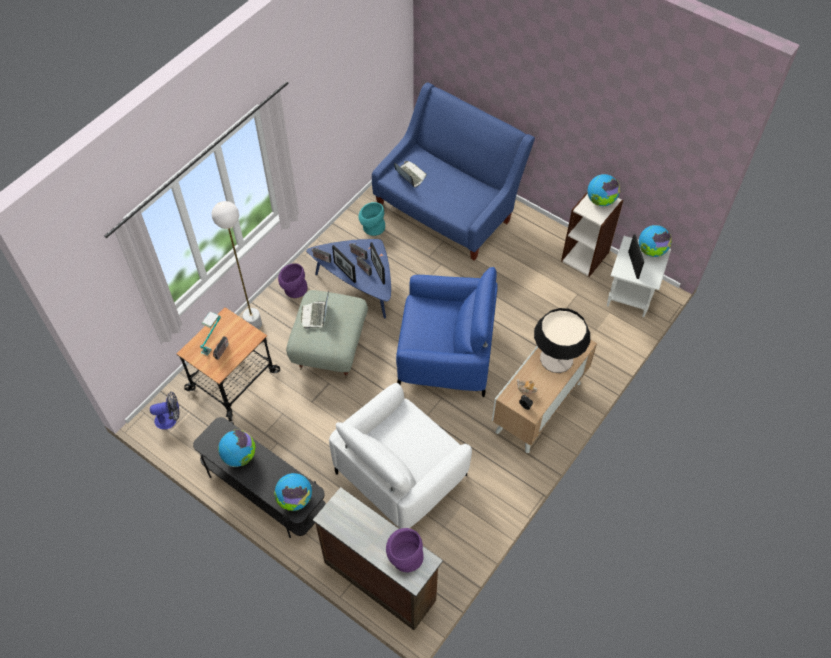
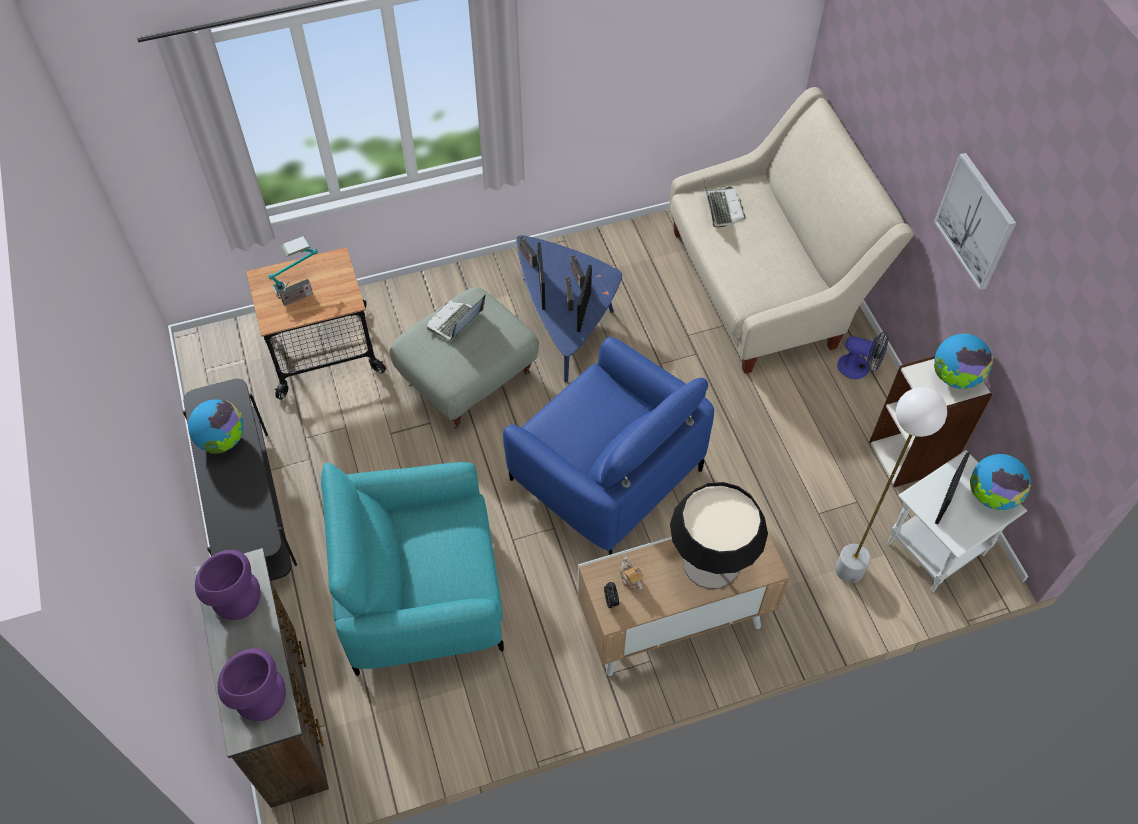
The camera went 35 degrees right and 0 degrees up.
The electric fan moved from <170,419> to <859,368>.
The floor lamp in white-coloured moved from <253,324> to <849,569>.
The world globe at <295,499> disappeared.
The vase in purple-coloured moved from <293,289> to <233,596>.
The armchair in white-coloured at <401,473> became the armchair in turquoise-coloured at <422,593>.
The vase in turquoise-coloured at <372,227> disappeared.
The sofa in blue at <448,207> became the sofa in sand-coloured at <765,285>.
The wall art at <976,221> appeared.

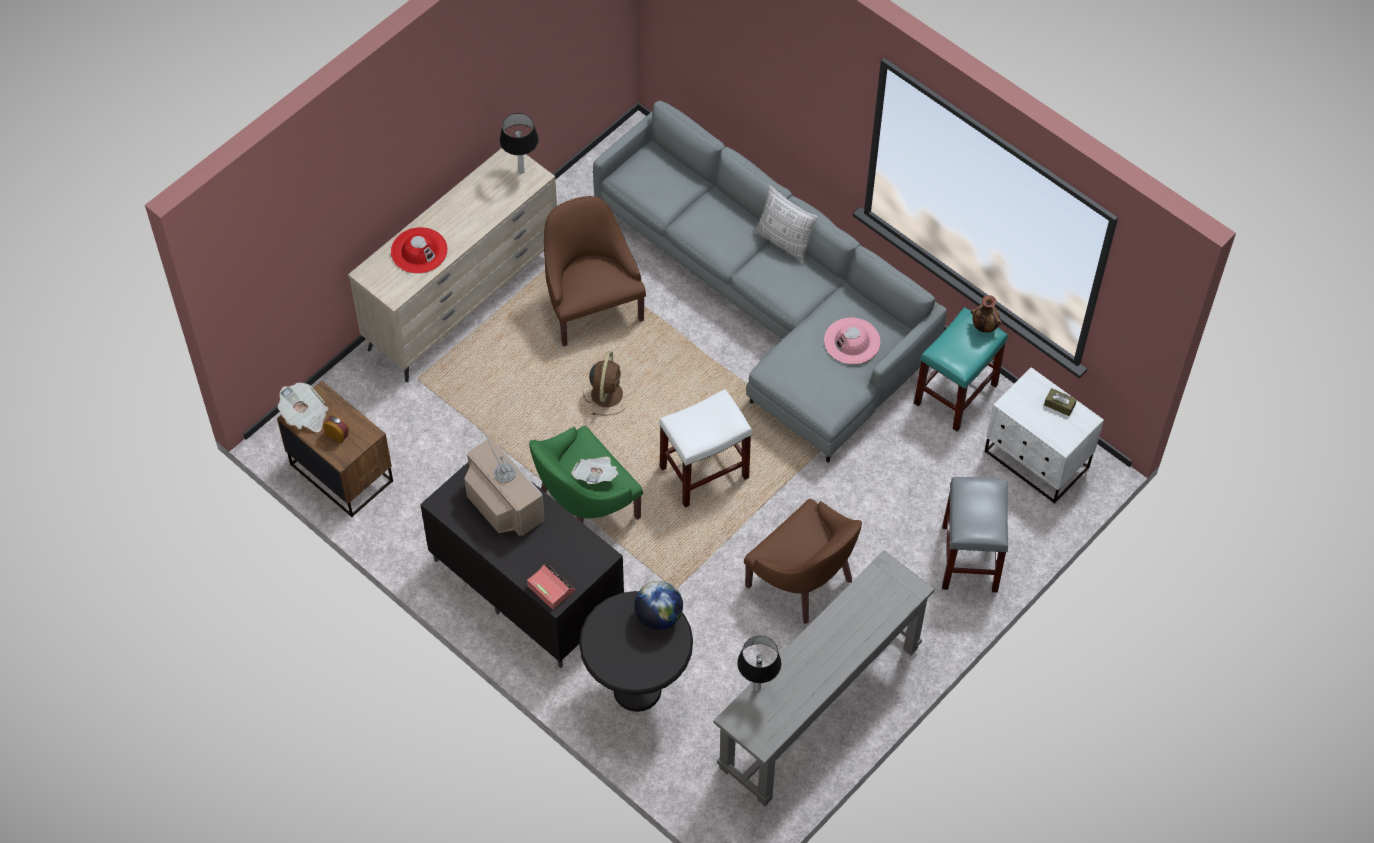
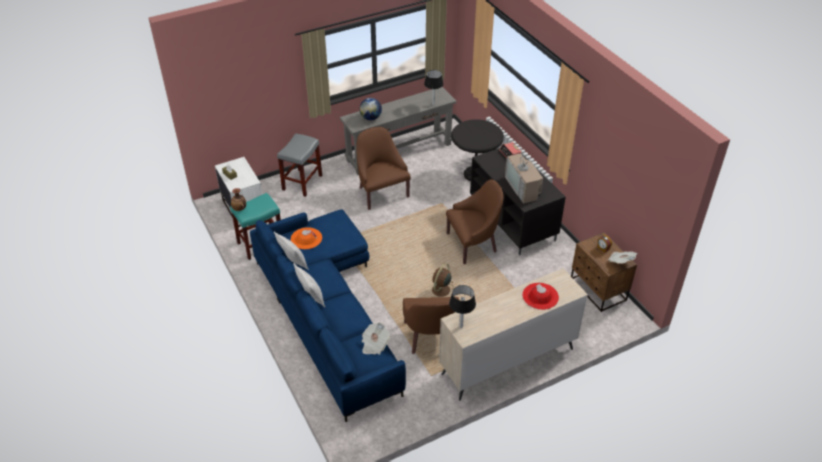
The camera went 160 degrees left and 15 degrees down.
The armchair in green at <583,507> became the armchair in brownish at <473,244>.
The newspaper moved from <596,476> to <374,344>.
The sofa in grey at <770,302> became the sofa in blue at <328,312>.
The world globe moved from <658,616> to <371,118>.
The sitting stool in white-coloured at <703,473> disappeared.
The clothing hat in pinkish at <852,341> became the clothing hat in orange-coloured at <306,238>.
The cushion at <293,262> appeared.

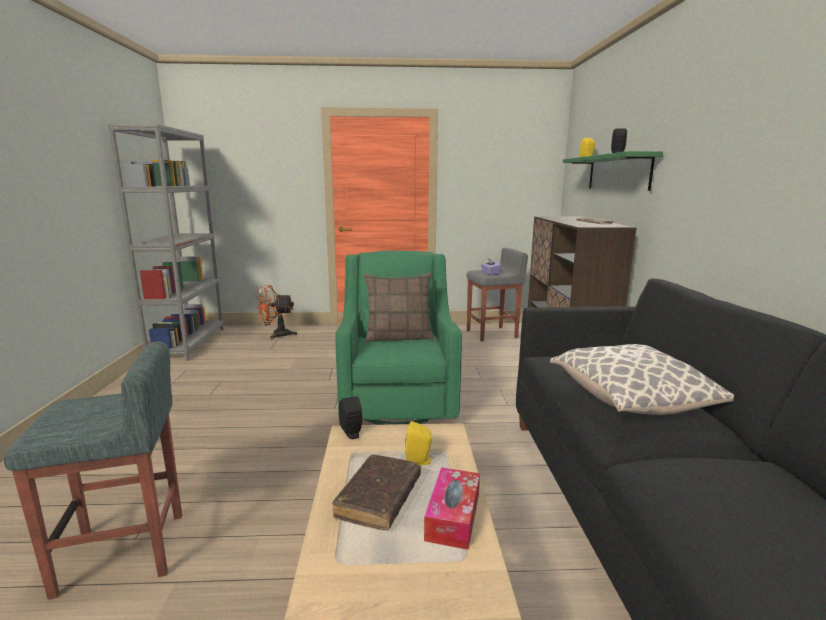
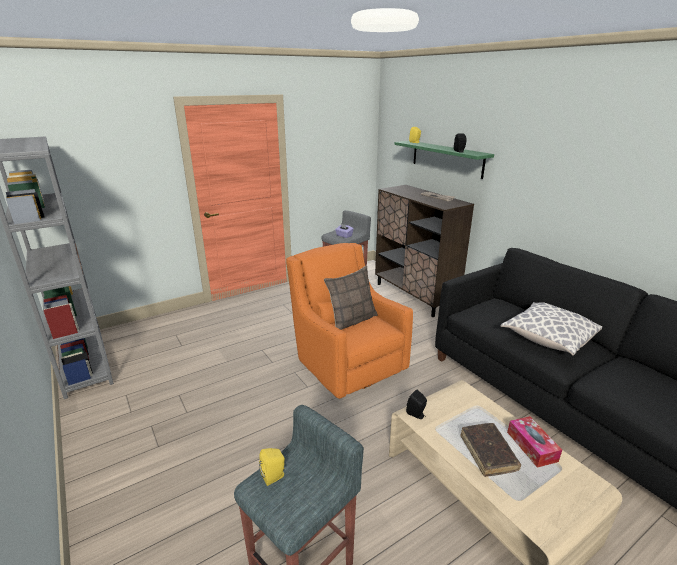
The camera went 30 degrees left and 10 degrees up.
The electric fan in orange-coloured at <276,335> disappeared.
The armchair in green at <398,402> became the armchair in orange-coloured at <346,366>.
The speaker in yellowish moved from <419,461> to <274,476>.

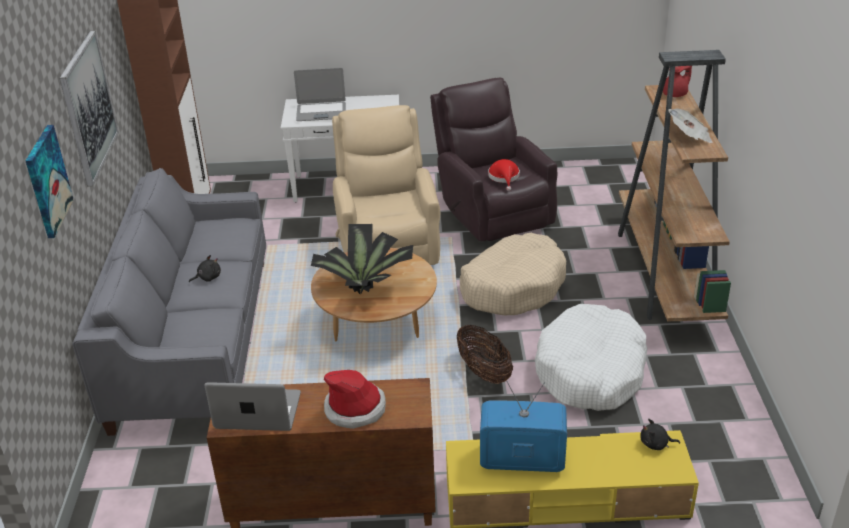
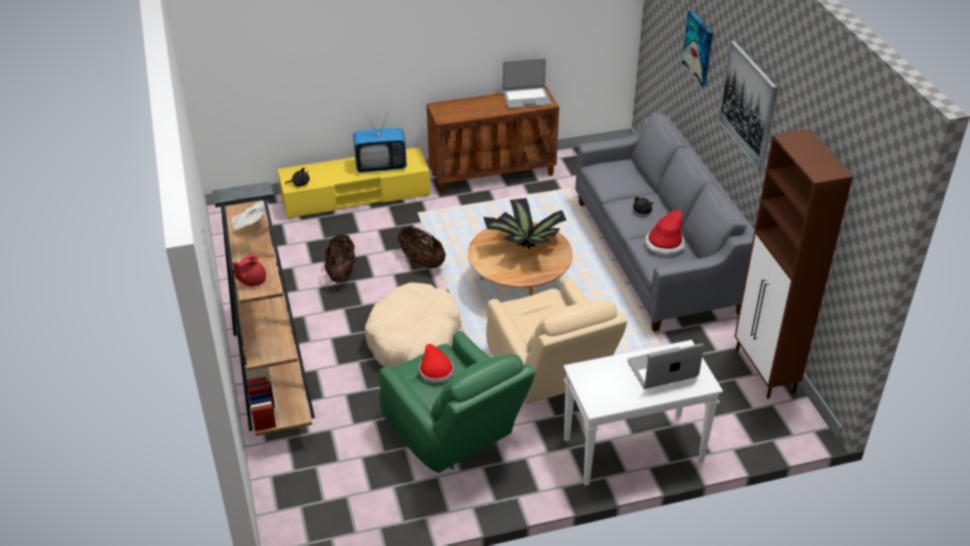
The camera went 165 degrees right and 5 degrees up.
The clothing hat moved from <355,408> to <664,245>.
The armchair in brownish at <492,209> became the armchair in green at <454,435>.
The dog bed in white-coloured at <591,371> was replaced by the basket at <341,272>.

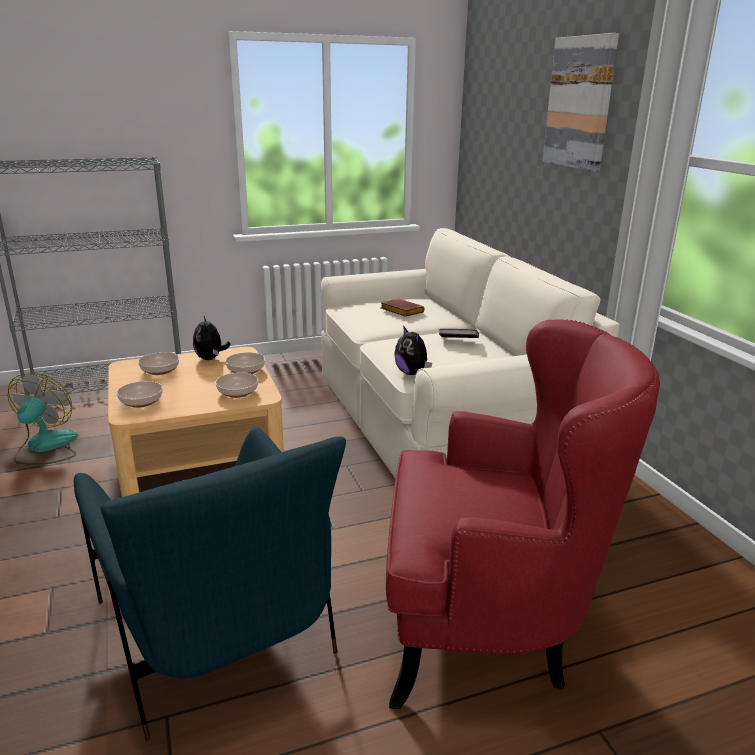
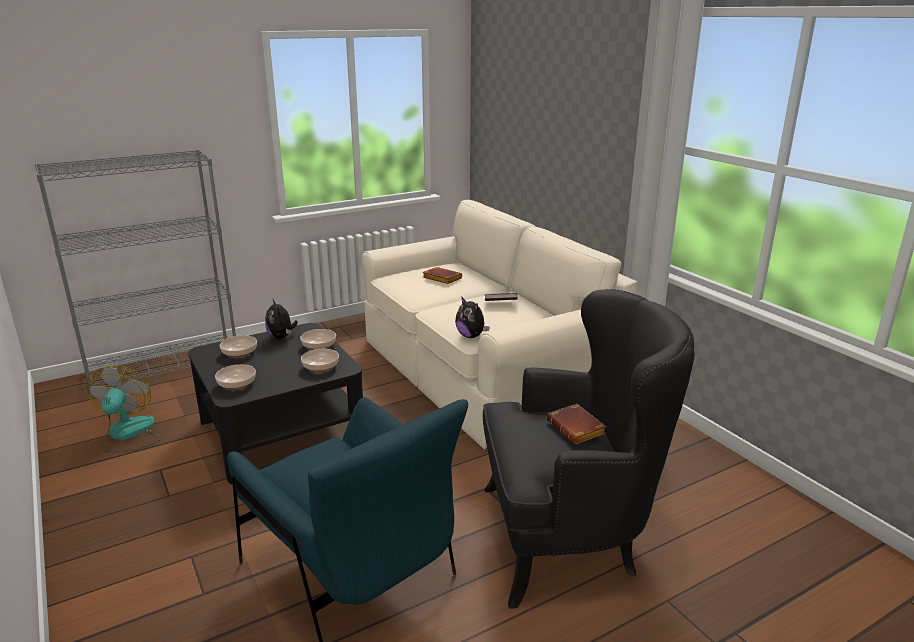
The camera went 10 degrees left and 0 degrees up.
The low table in sand-coloured at <200,461> became the low table in black at <282,431>.
The armchair in red at <488,626> became the armchair in black at <568,537>.
The wall art at <580,103> disappeared.
The volume in brownish at <577,429> appeared.

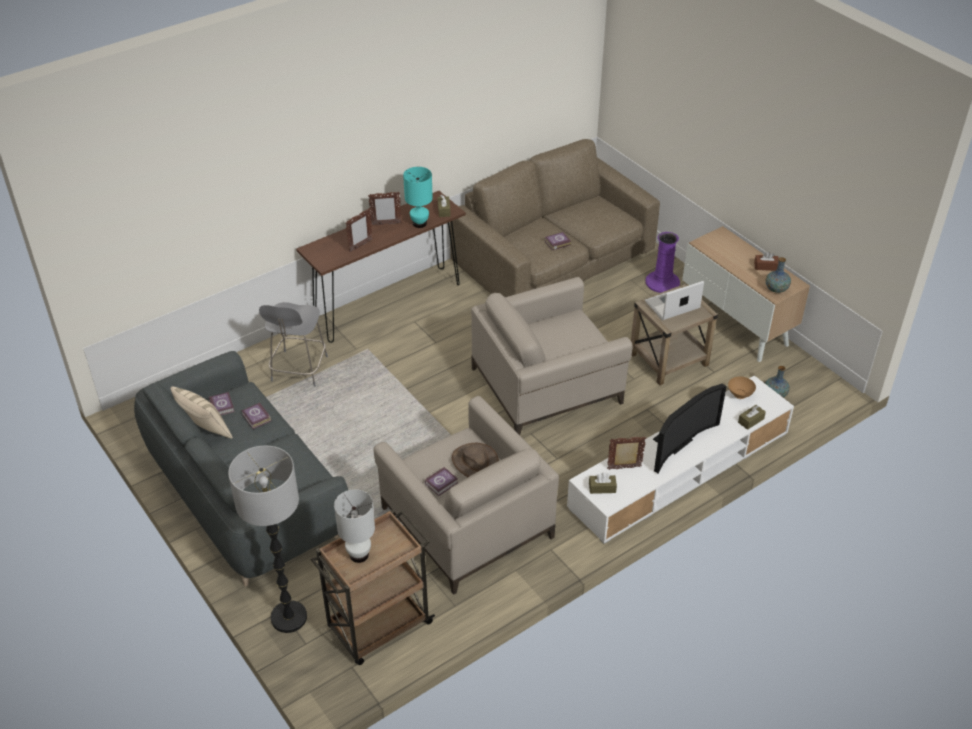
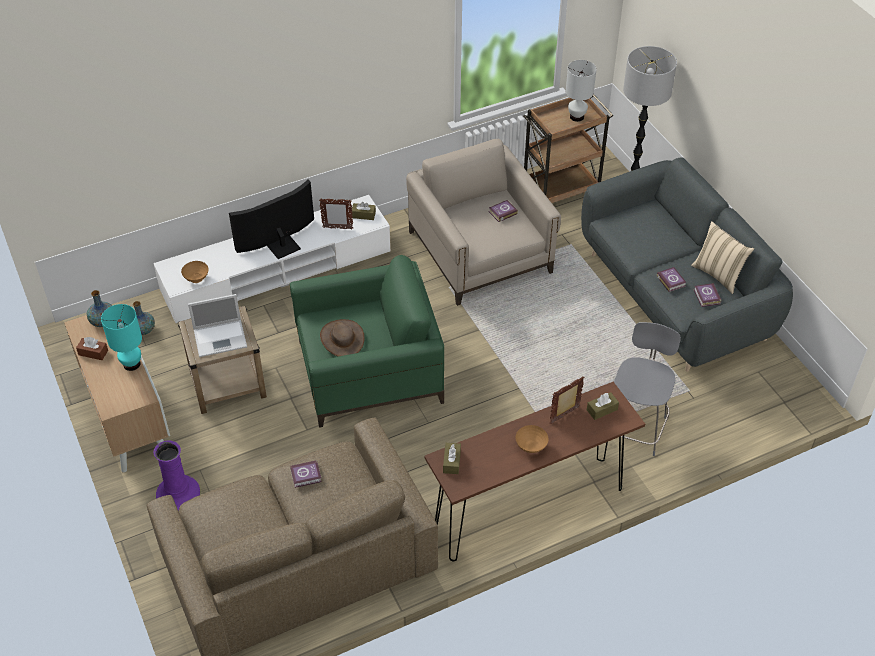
The camera went 170 degrees left and 5 degrees up.
The picture frame at <386,224> was replaced by the bowl in brownish at <530,448>.
The table lamp in turquoise-coloured moved from <419,223> to <131,364>.
The clothing hat in brownish moved from <475,462> to <342,339>.
The armchair in sand-coloured at <547,385> became the armchair in green at <369,372>.
The tissue holder in brownish moved from <751,420> to <602,410>.

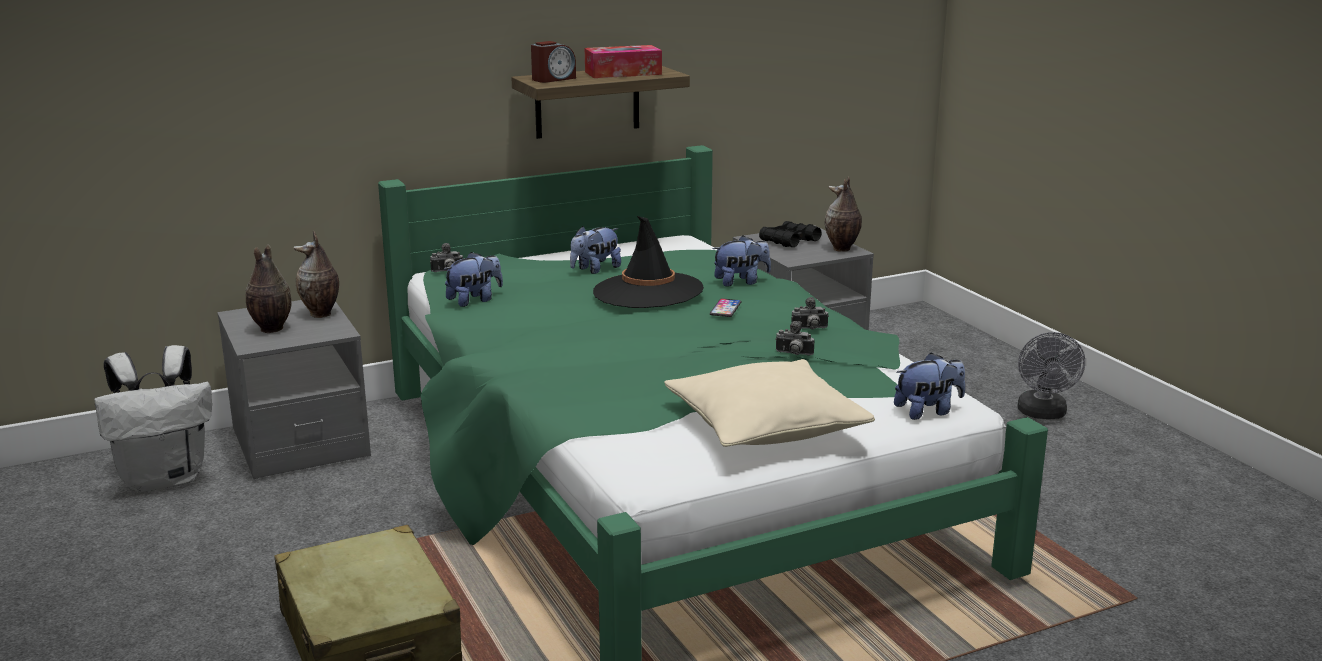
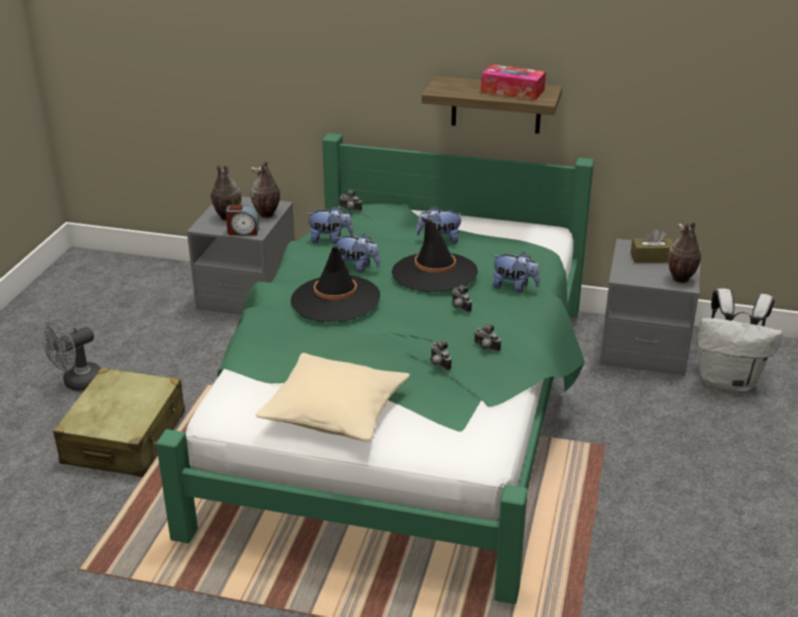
The camera went 40 degrees right and 10 degrees up.
The knapsack in white-coloured moved from <166,479> to <728,381>.
The alarm clock moved from <553,79> to <243,231>.
The telephone at <725,309> was replaced by the photo camera at <459,307>.
The field glasses in black at <789,241> was replaced by the tissue holder in brownish at <651,257>.
The plush toy moved from <928,411> to <357,268>.
The electric fan in grey moved from <1043,414> to <77,383>.
The clothing hat in black at <335,299> appeared.

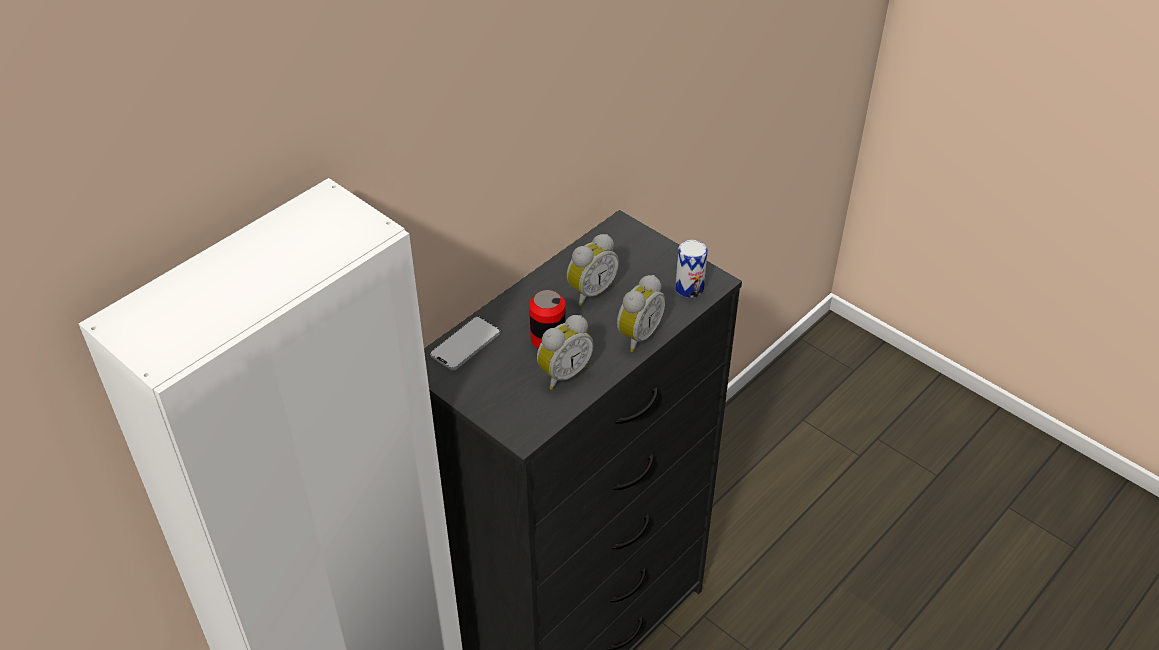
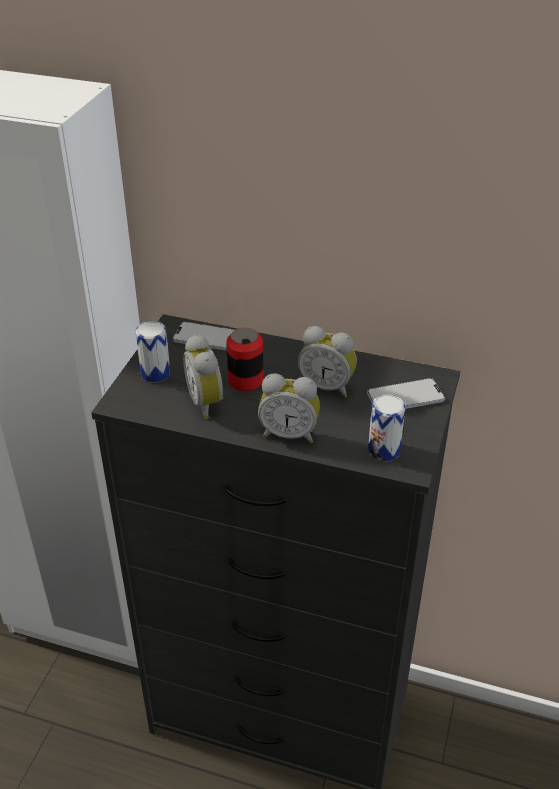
The camera went 65 degrees right and 5 degrees down.
The alarm clock at <563,373> turned 45 degrees clockwise.
The sealed can at <155,373> appeared.
The telephone at <405,397> appeared.

